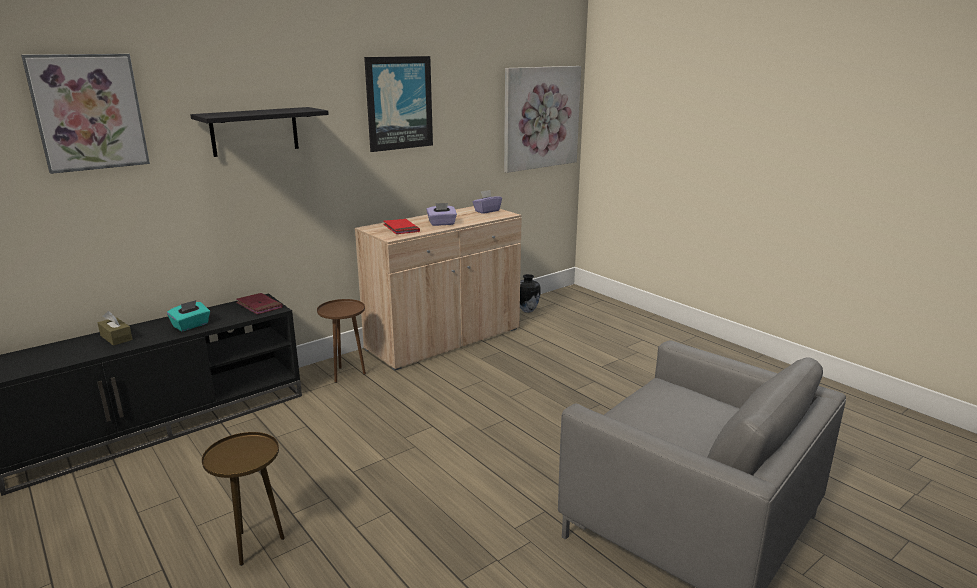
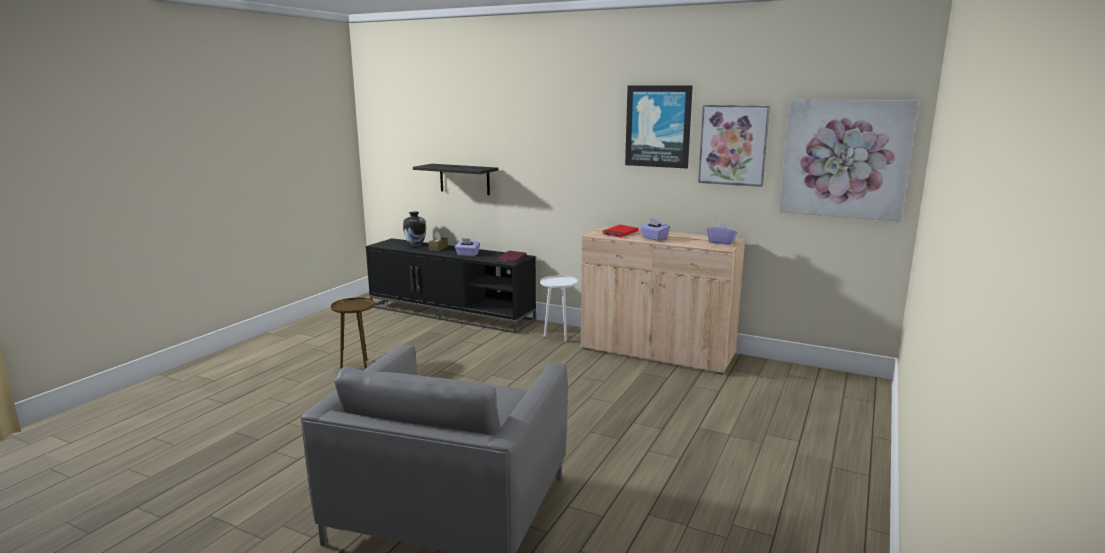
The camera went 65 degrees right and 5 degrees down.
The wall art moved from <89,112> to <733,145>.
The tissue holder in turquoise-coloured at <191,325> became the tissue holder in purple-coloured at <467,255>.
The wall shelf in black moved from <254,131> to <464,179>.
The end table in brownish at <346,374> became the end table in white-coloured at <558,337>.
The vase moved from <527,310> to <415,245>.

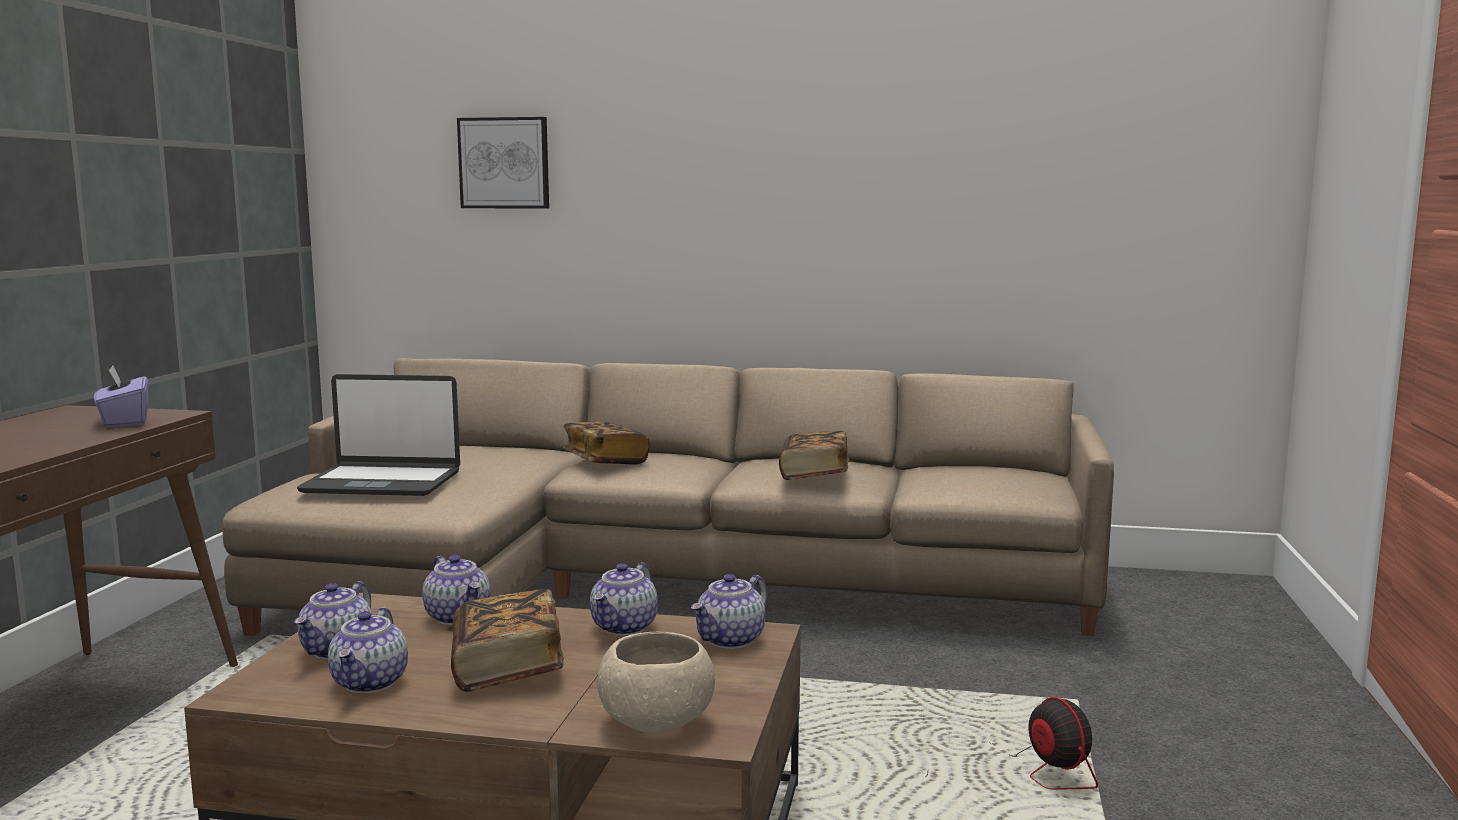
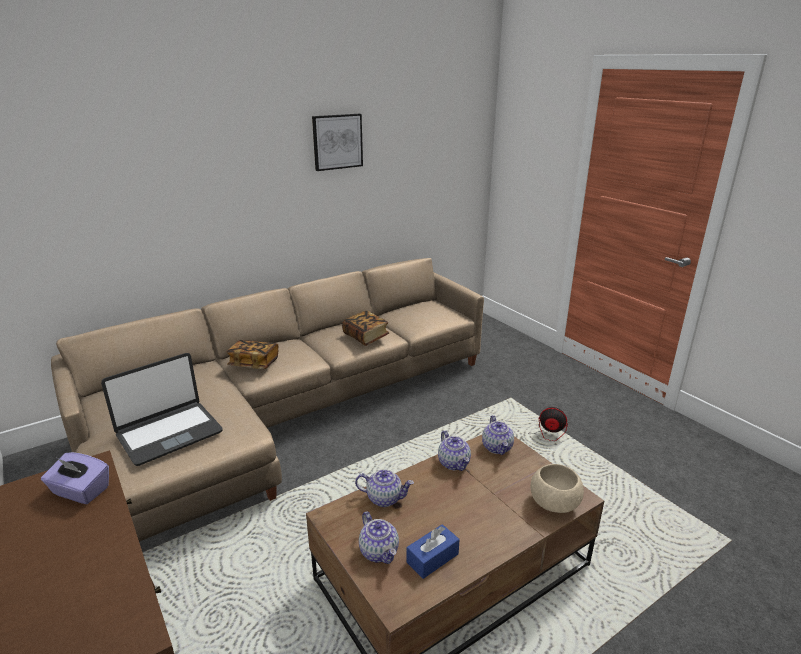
The camera went 45 degrees left and 15 degrees up.
The teapot at <371,683> was replaced by the tissue holder in blue at <432,558>.
The volume at <507,668> disappeared.
The wall art moved from <504,163> to <337,141>.

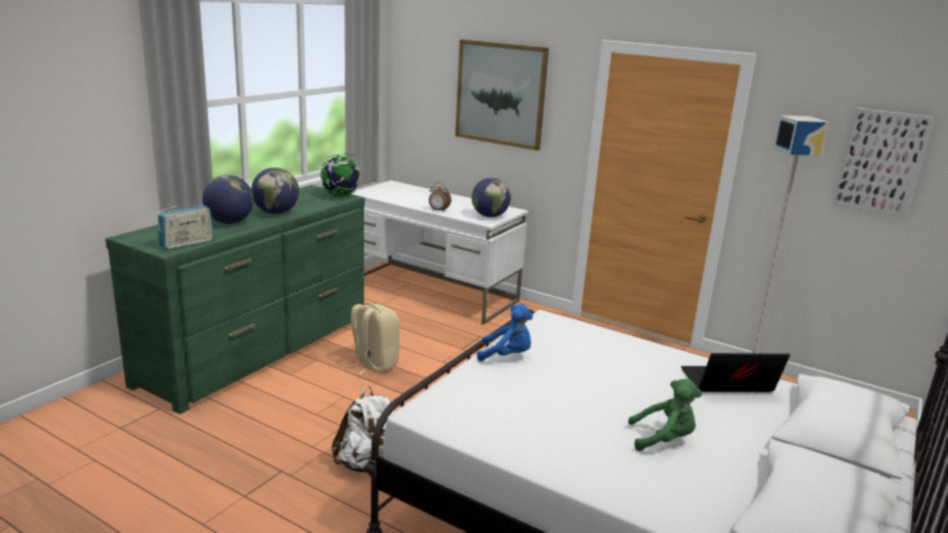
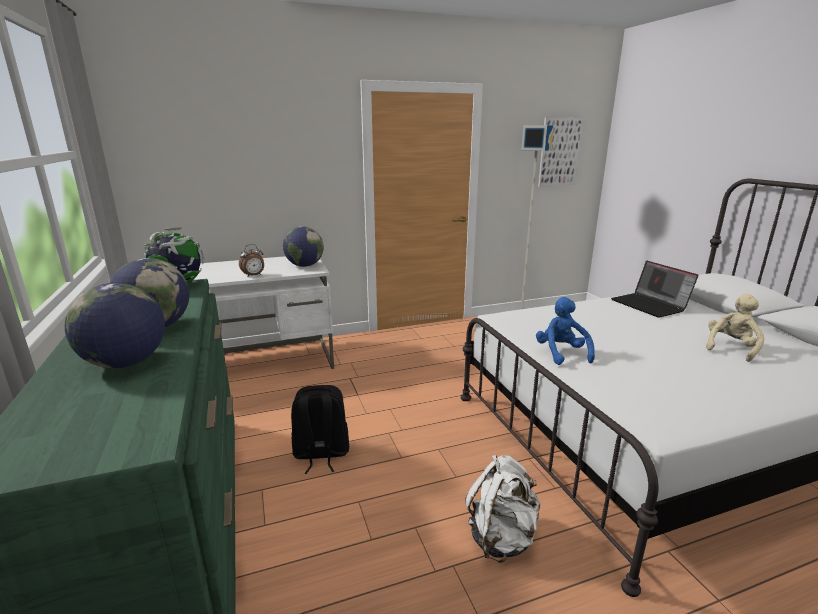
The camera went 50 degrees left and 0 degrees up.
The radio receiver at <187,244> disappeared.
The knapsack in sand-coloured at <373,364> became the knapsack in black at <321,454>.
The wall art at <500,94> disappeared.
The plush toy in blue at <507,356> turned 60 degrees counterclockwise.
The plush toy in green at <663,439> became the plush toy in sand-coloured at <731,348>.
The portable computer at <727,384> turned 60 degrees counterclockwise.

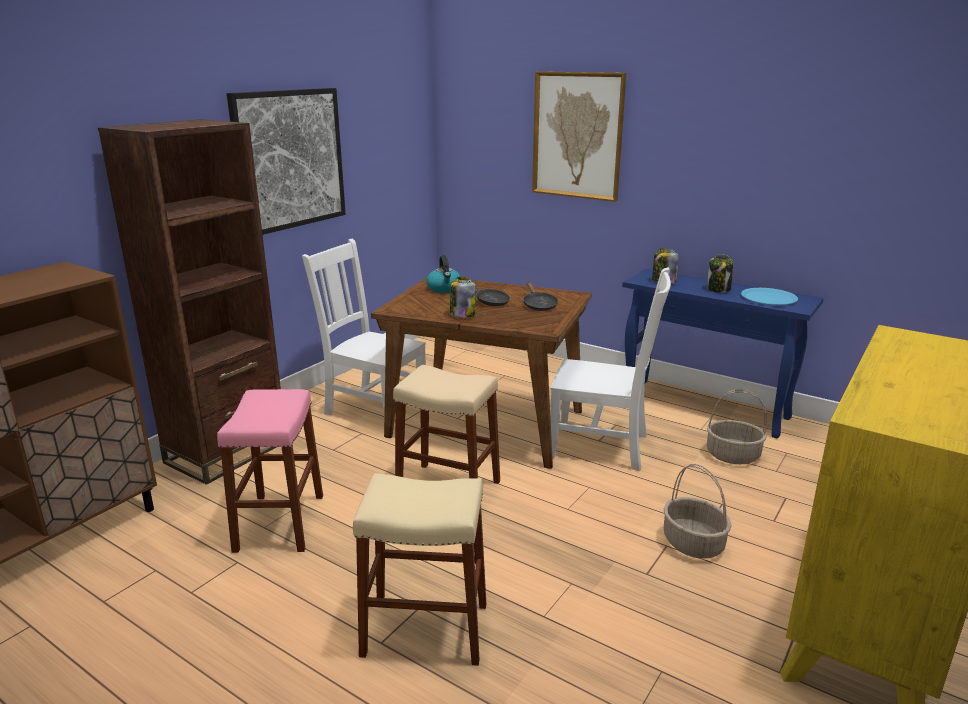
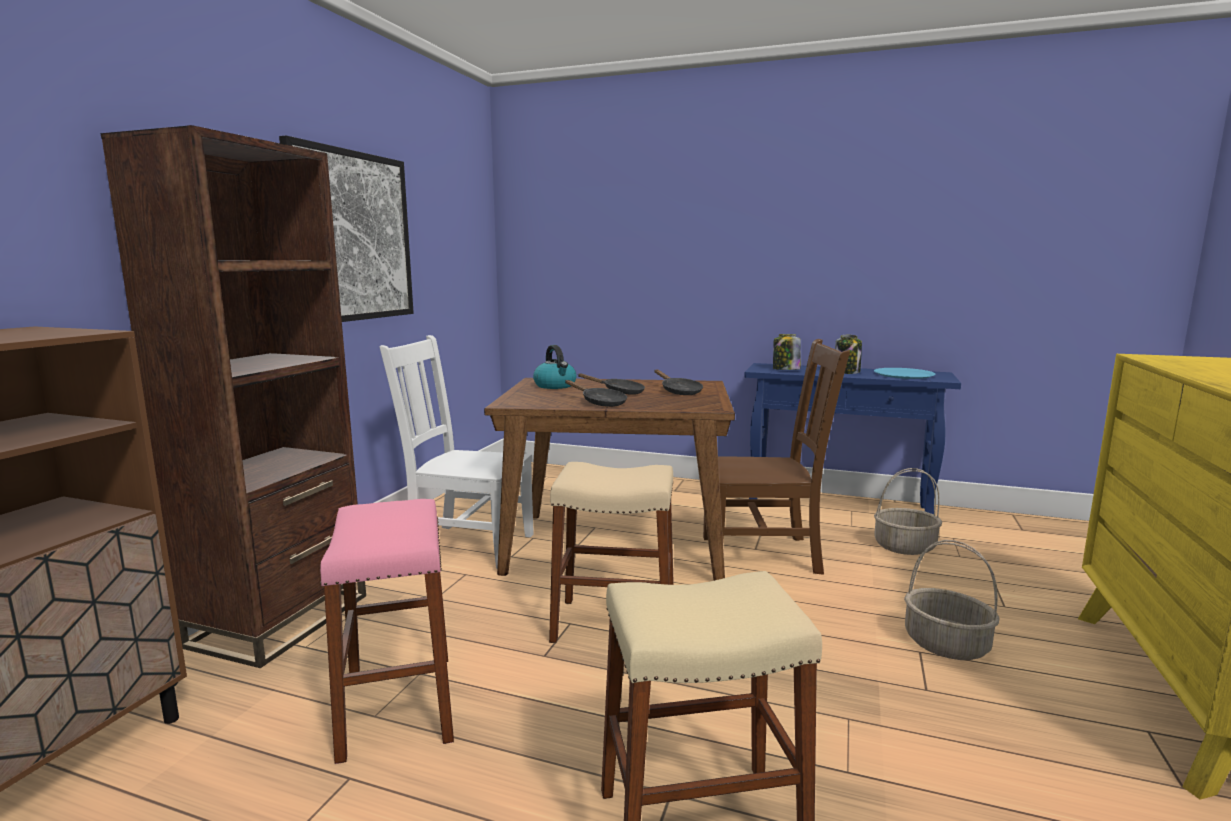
The camera went 15 degrees left and 10 degrees down.
The preserve jar at <462,314> was replaced by the frying pan in black at <600,403>.
The wall art at <577,135> disappeared.
The upright chair in white-coloured at <602,447> became the upright chair in brownish at <764,555>.

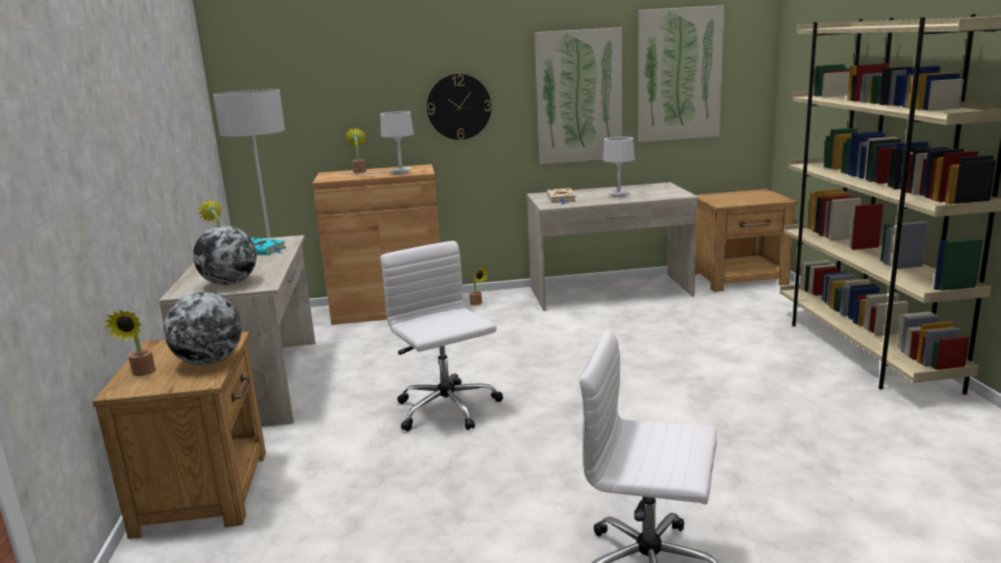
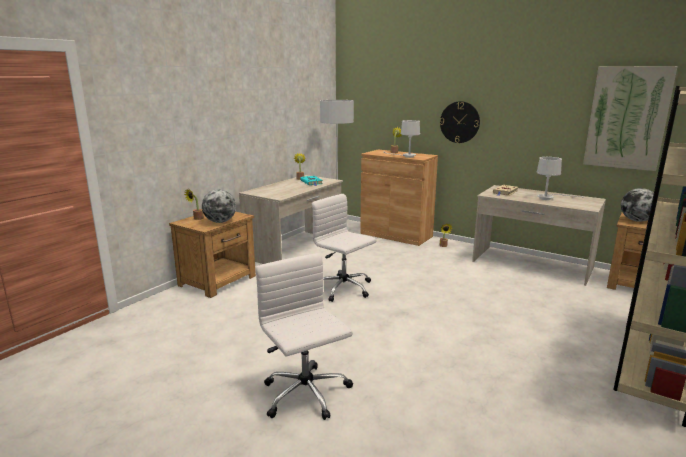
The camera went 40 degrees right and 0 degrees up.
The world globe moved from <230,284> to <636,220>.
The computer chair in white-coloured at <447,410> turned 60 degrees counterclockwise.
The wall art at <579,96> disappeared.

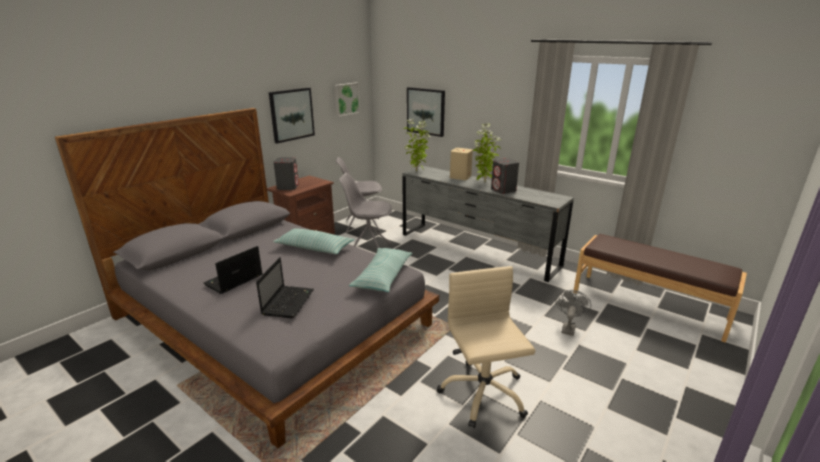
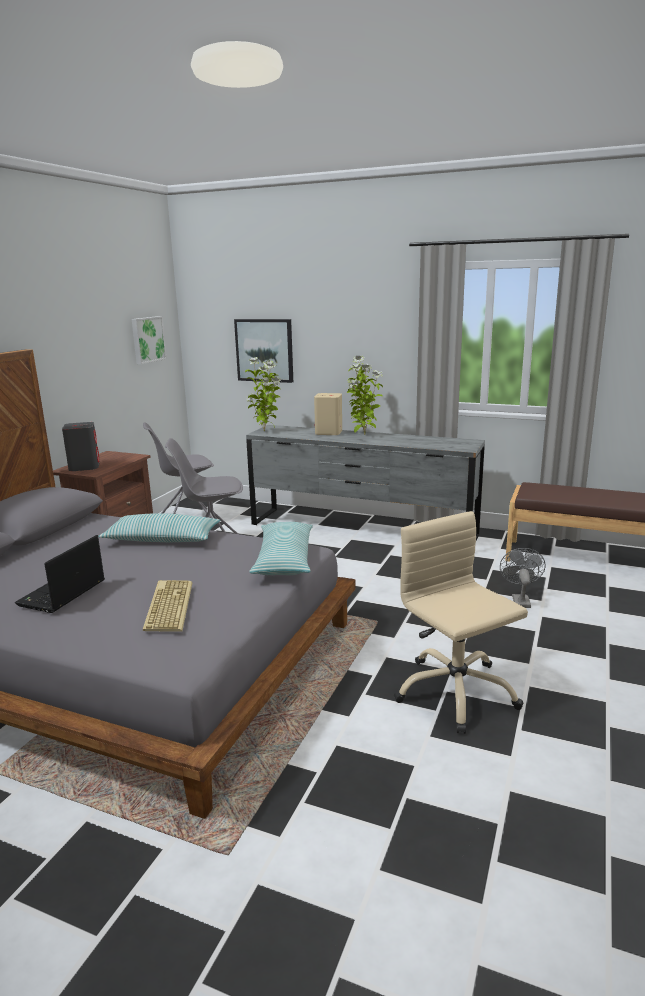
The camera went 15 degrees left and 5 degrees down.
The portable computer at <288,301> was replaced by the keyboard at <167,606>.
The wall art at <291,114> disappeared.
The speaker in grey at <503,190> disappeared.

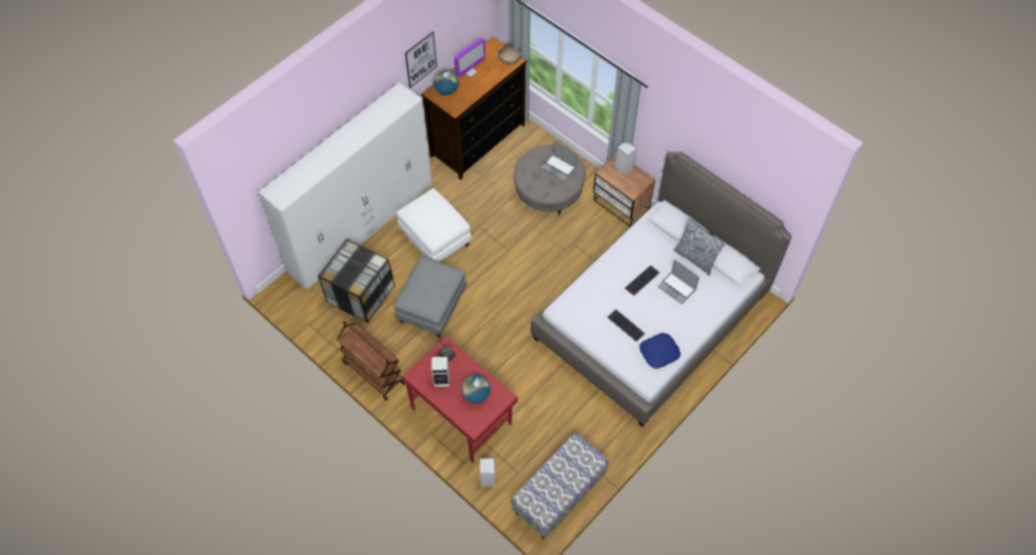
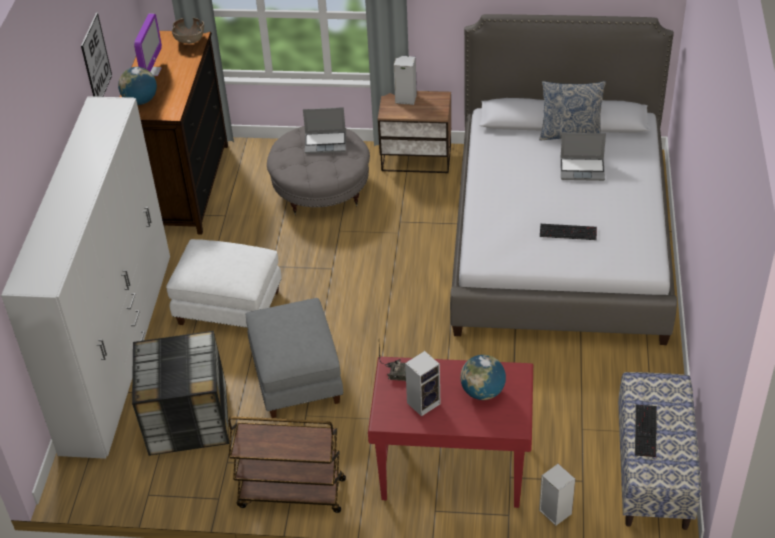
The camera went 35 degrees left and 15 degrees down.
The keyboard moved from <642,281> to <646,431>.
The cushion in blue at <659,353> disappeared.

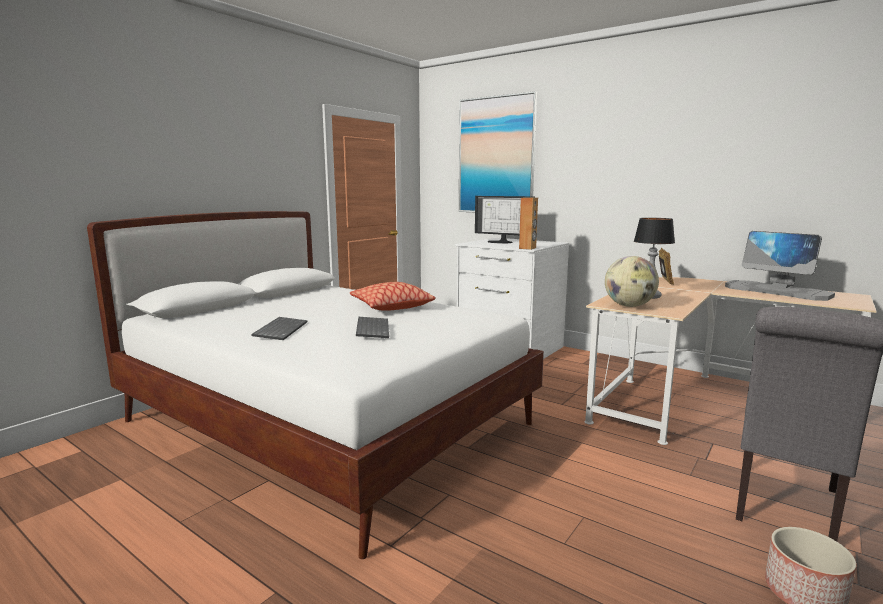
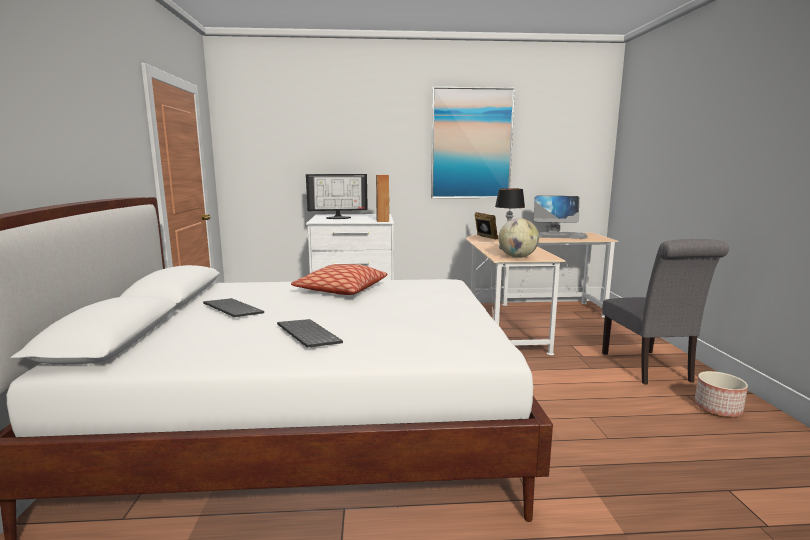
The camera went 40 degrees left and 0 degrees up.
The keyboard moved from <371,329> to <231,309>.
The wall art moved from <496,156> to <471,144>.

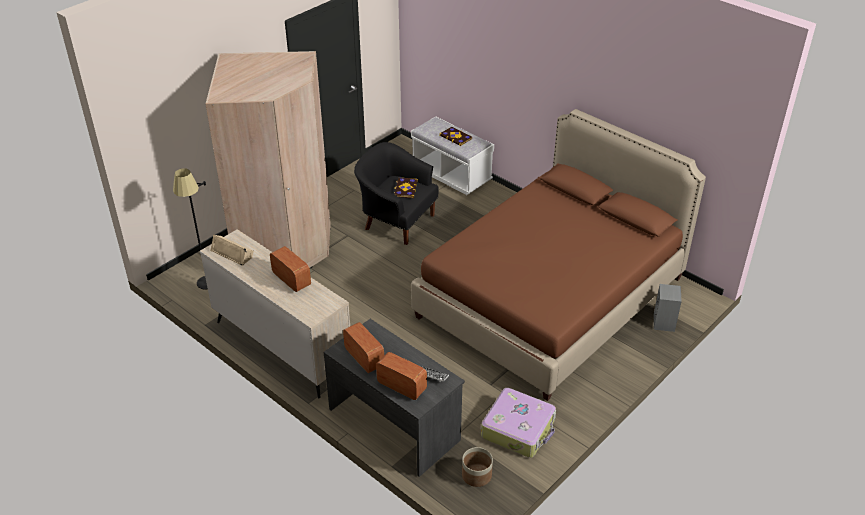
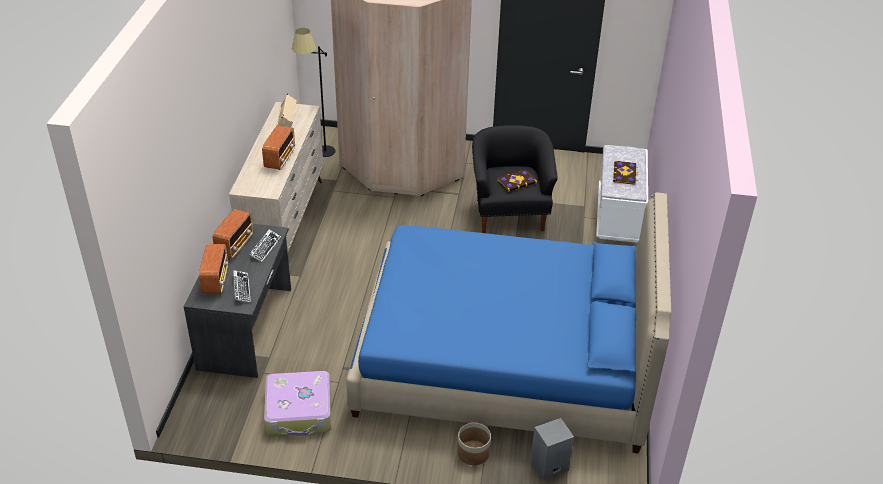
The camera went 55 degrees right and 0 degrees up.
The bed in brownish at <550,297> became the bed in blue at <504,360>.
The planter moved from <476,475> to <473,453>.
The keyboard at <265,248> appeared.

